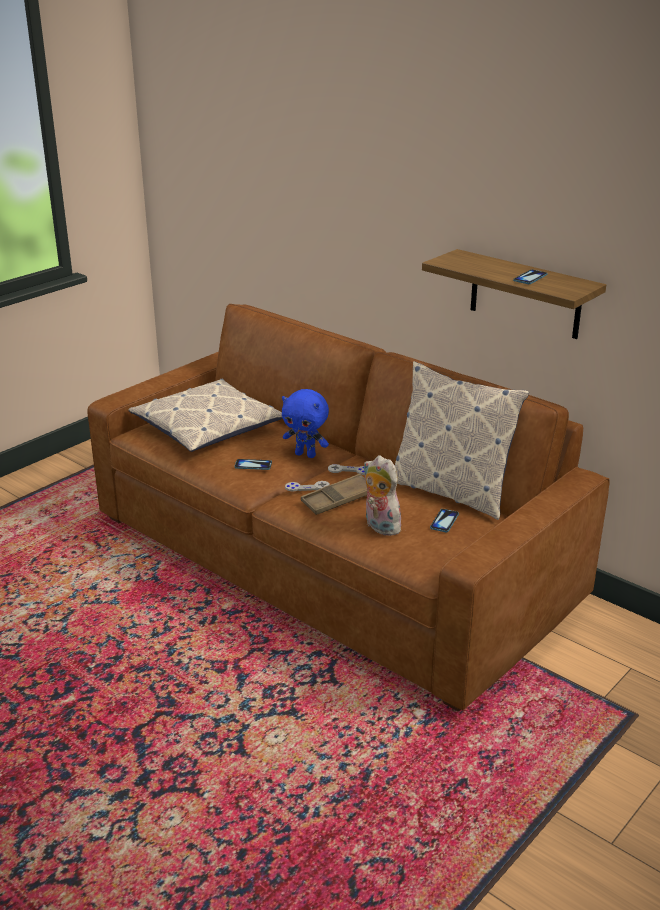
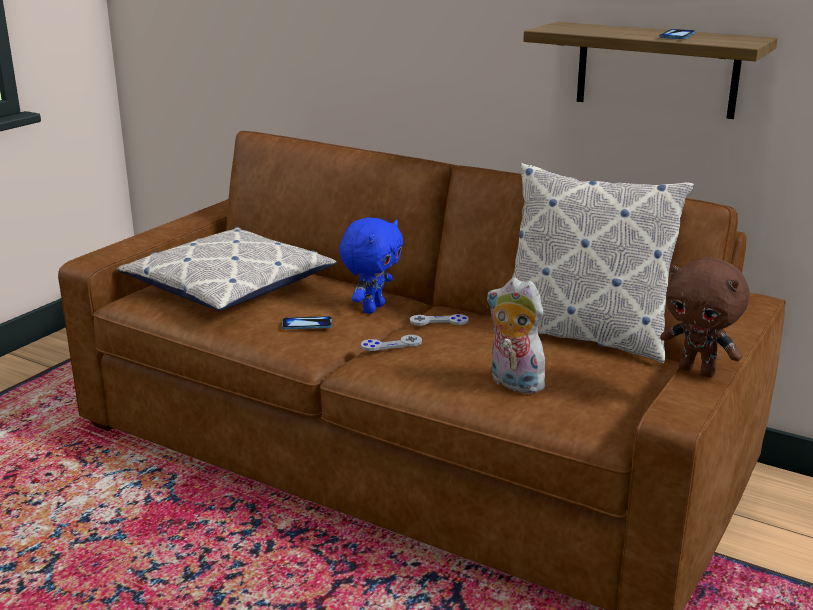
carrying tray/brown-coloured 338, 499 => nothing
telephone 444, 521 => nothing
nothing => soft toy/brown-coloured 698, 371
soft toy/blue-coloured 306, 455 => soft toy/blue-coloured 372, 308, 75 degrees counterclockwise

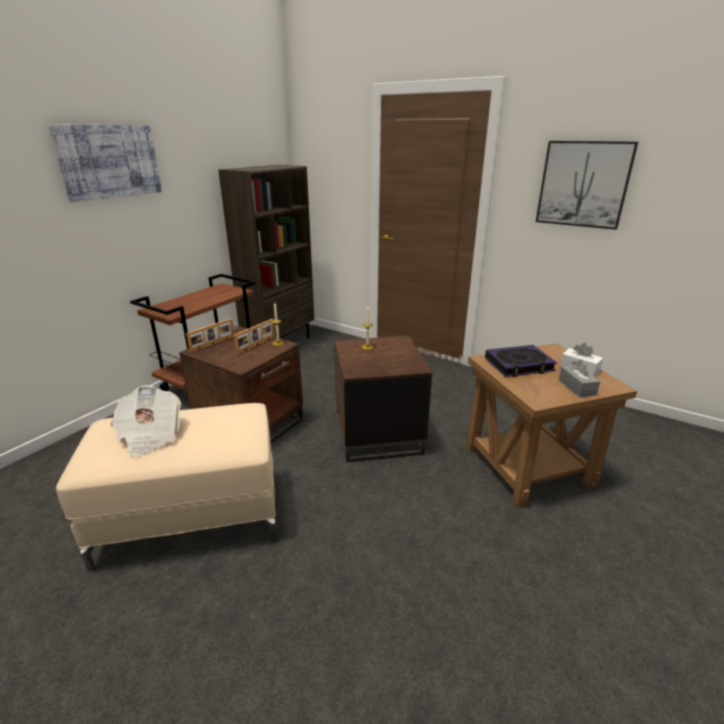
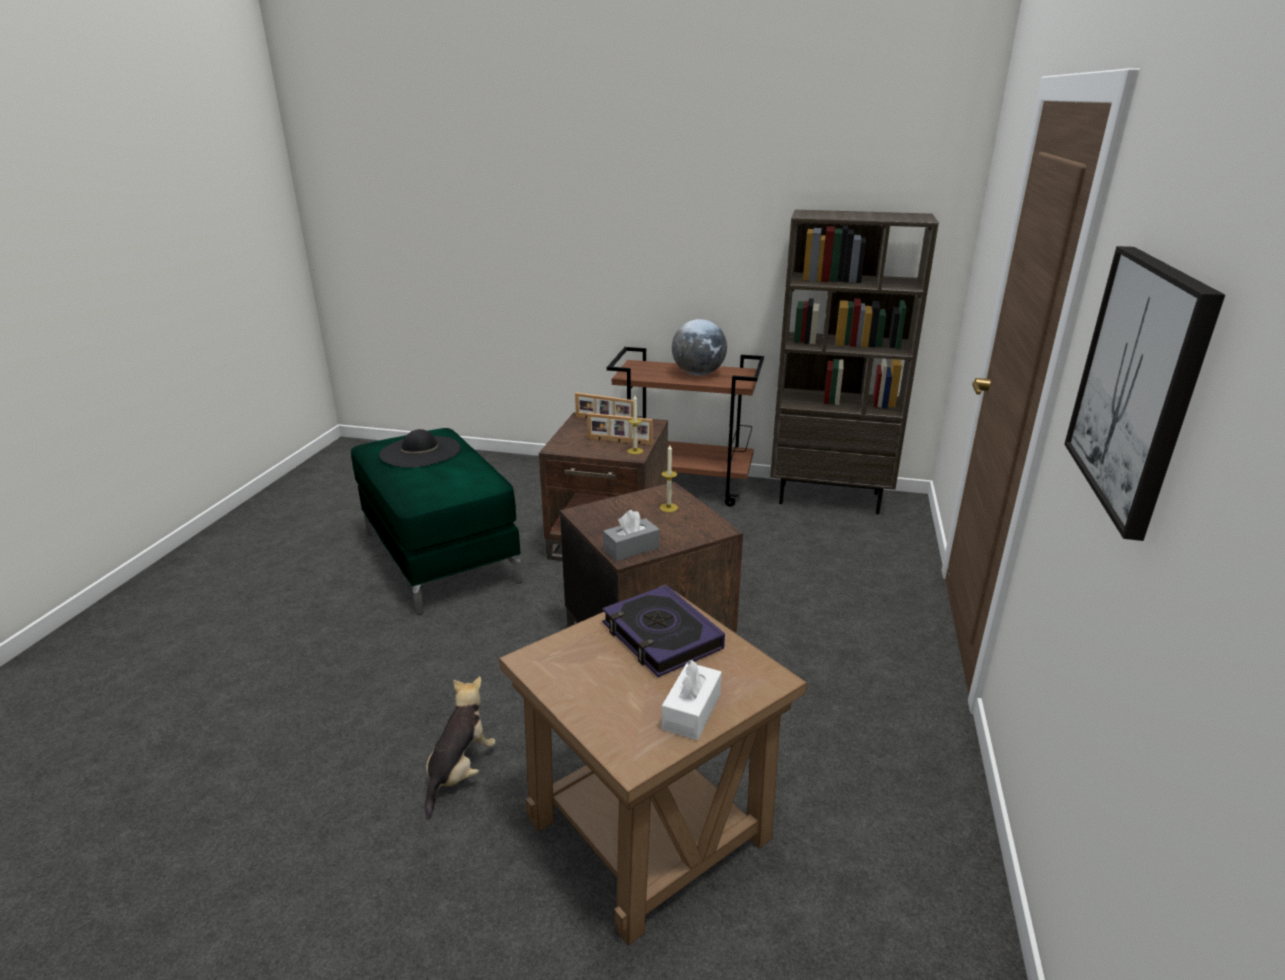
picture 109, 161 => nothing
nothing => soft toy 460, 771
nothing => globe 698, 373
tissue box/greyish 577, 387 => tissue box/greyish 631, 548, shifted
printed paper 150, 435 => clothing hat/black-coloured 420, 451
pouffe/beige-coloured 190, 517 => pouffe/greenish 439, 556

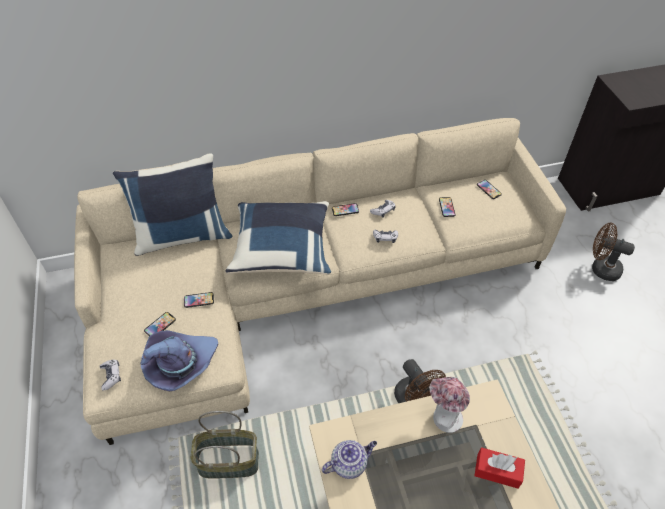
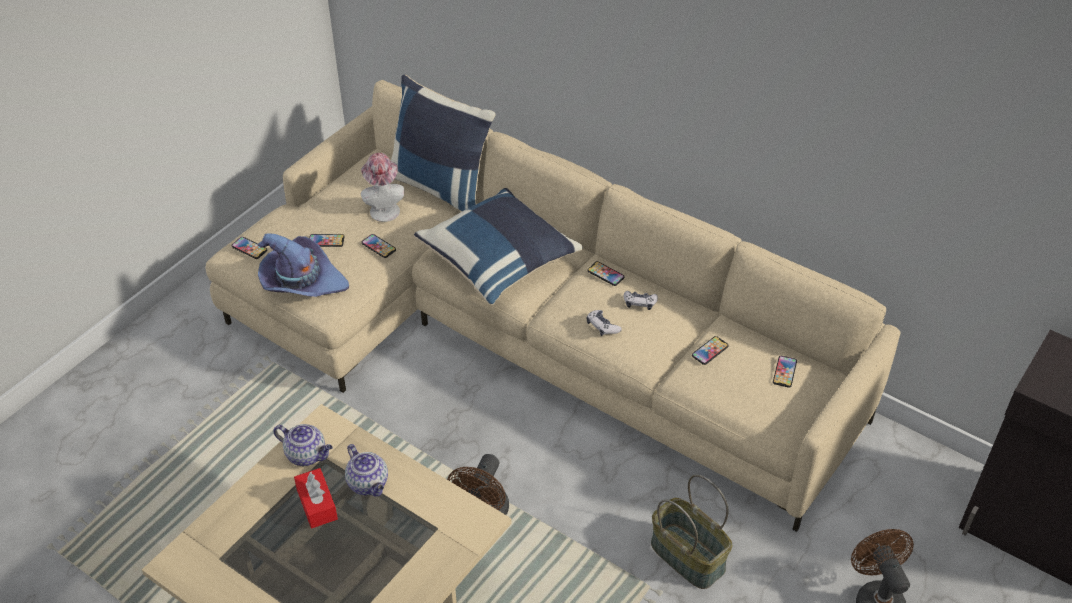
nothing => tea pot 369, 484
basket 229, 461 => basket 689, 556, shifted
clothing hat 443, 416 => clothing hat 384, 209, shifted
tissue box/reddish 497, 471 => tissue box/reddish 317, 504, shifted
game controller 111, 376 => telephone 249, 248

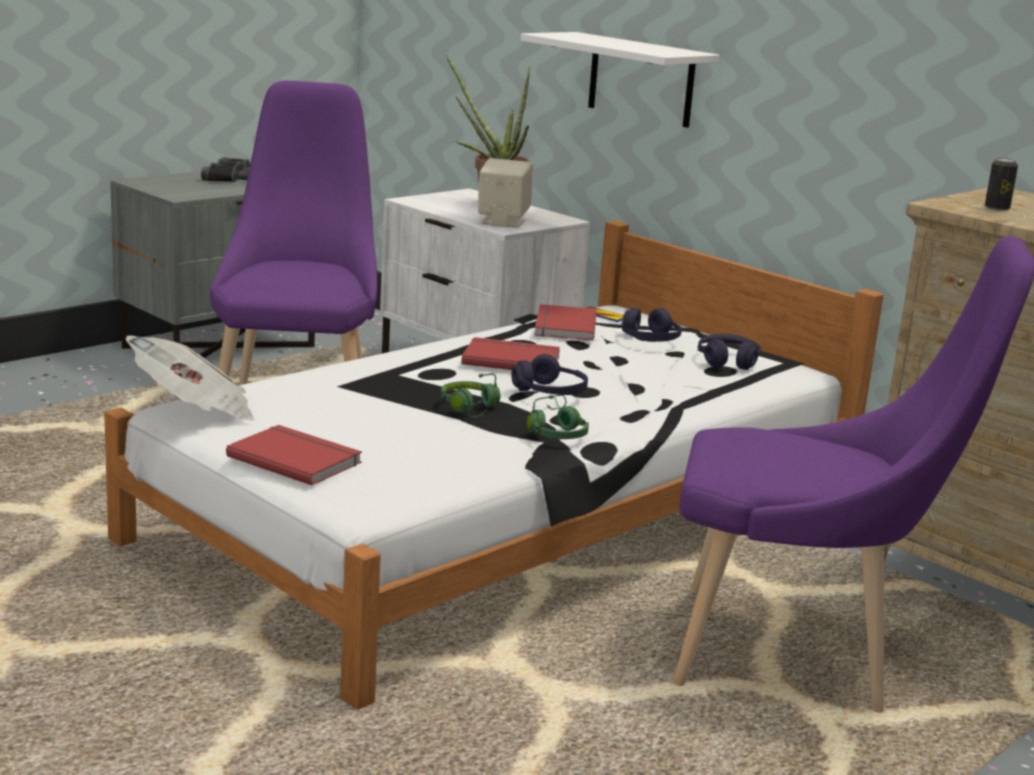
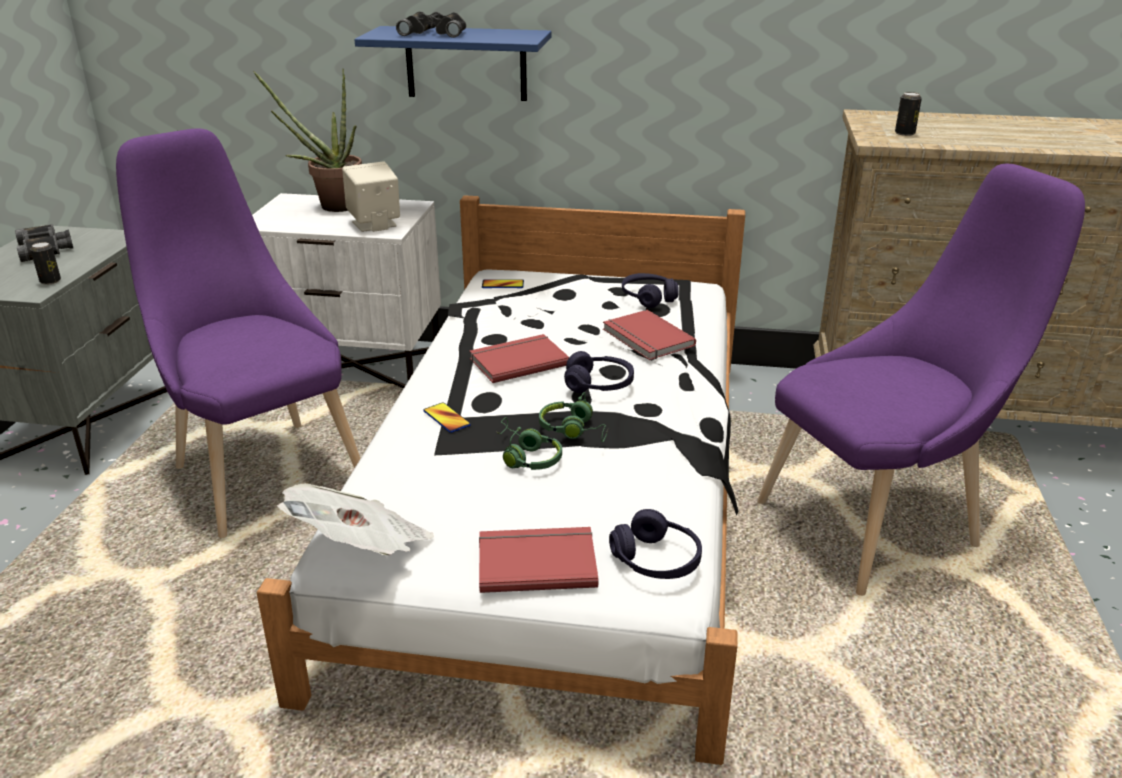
nothing => can 50, 281
nothing => pair of binoculars/black-coloured 434, 33
nothing => telephone 446, 418
headphones/greenish 556, 431 => headphones/greenish 526, 456, shifted
bound book/reddish 562, 326 => bound book/reddish 646, 338, shifted
headphones/purplish 649, 339 => headphones/purplish 656, 560, shifted
bracket shelf/white-coloured 641, 80 => bracket shelf/blue-coloured 466, 63

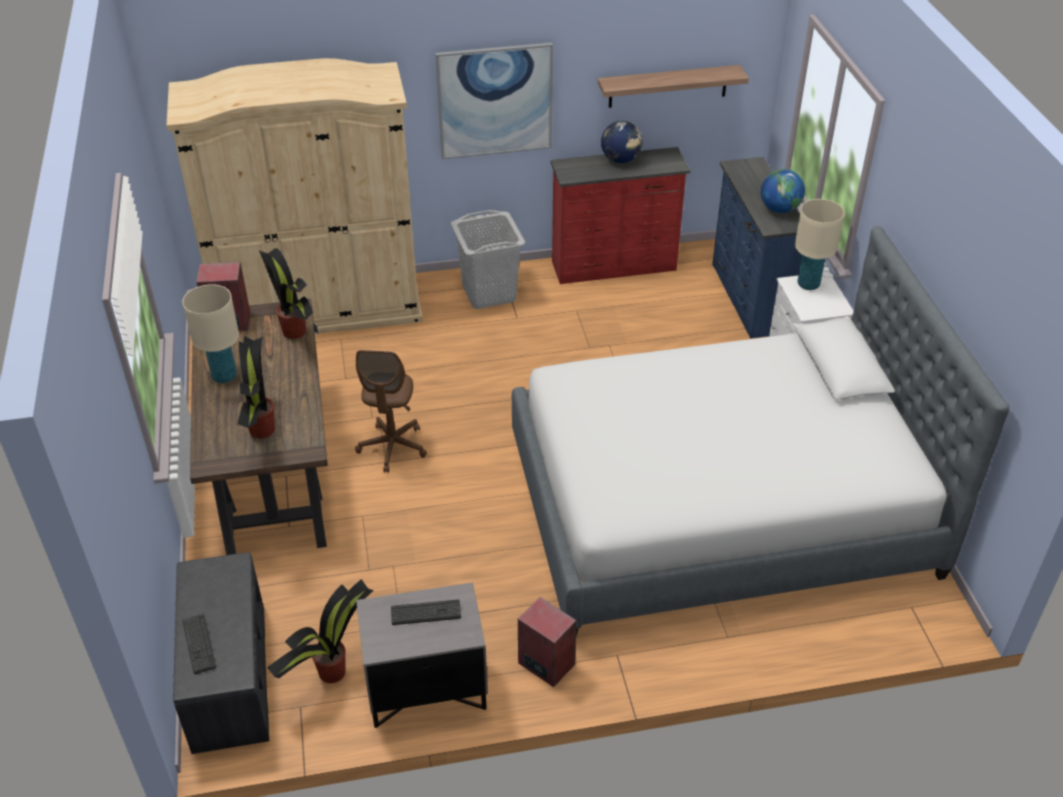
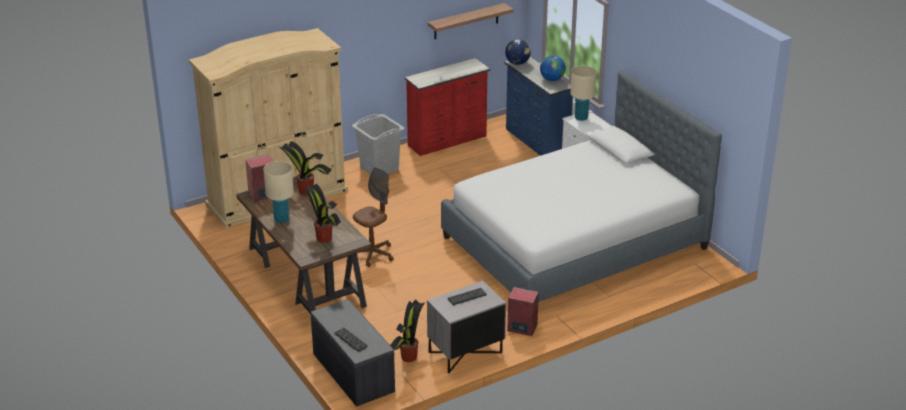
picture 495, 101 => nothing
globe 621, 160 => globe 517, 63, shifted
desk chair/brown-coloured 392, 447 => desk chair/brown-coloured 373, 254, 120 degrees counterclockwise

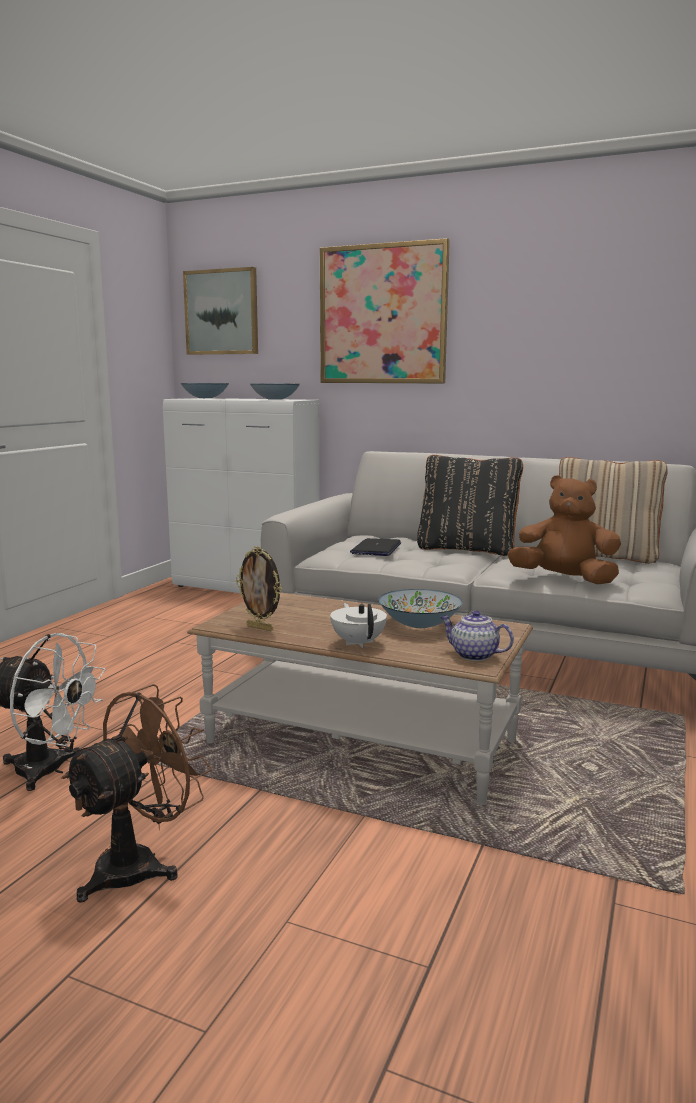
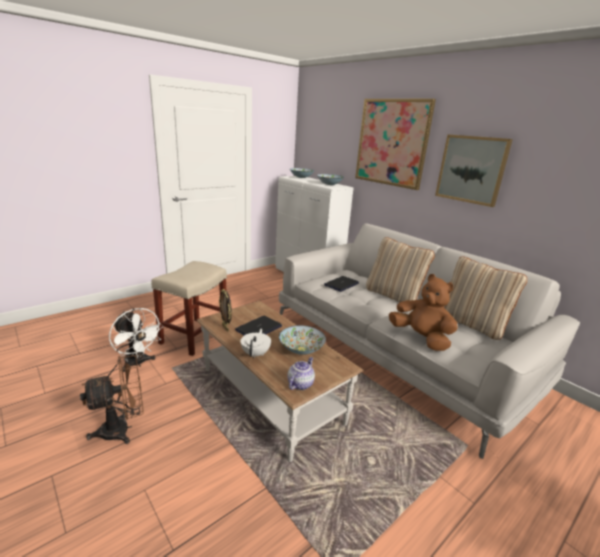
nothing => stool/beige-coloured 194, 336
nothing => notebook computer 258, 328
picture 222, 312 => picture 471, 169, shifted
throw pillow/black-coloured 467, 549 => throw pillow/beige-coloured 393, 296
tea pot 473, 655 => tea pot 300, 383, 60 degrees clockwise

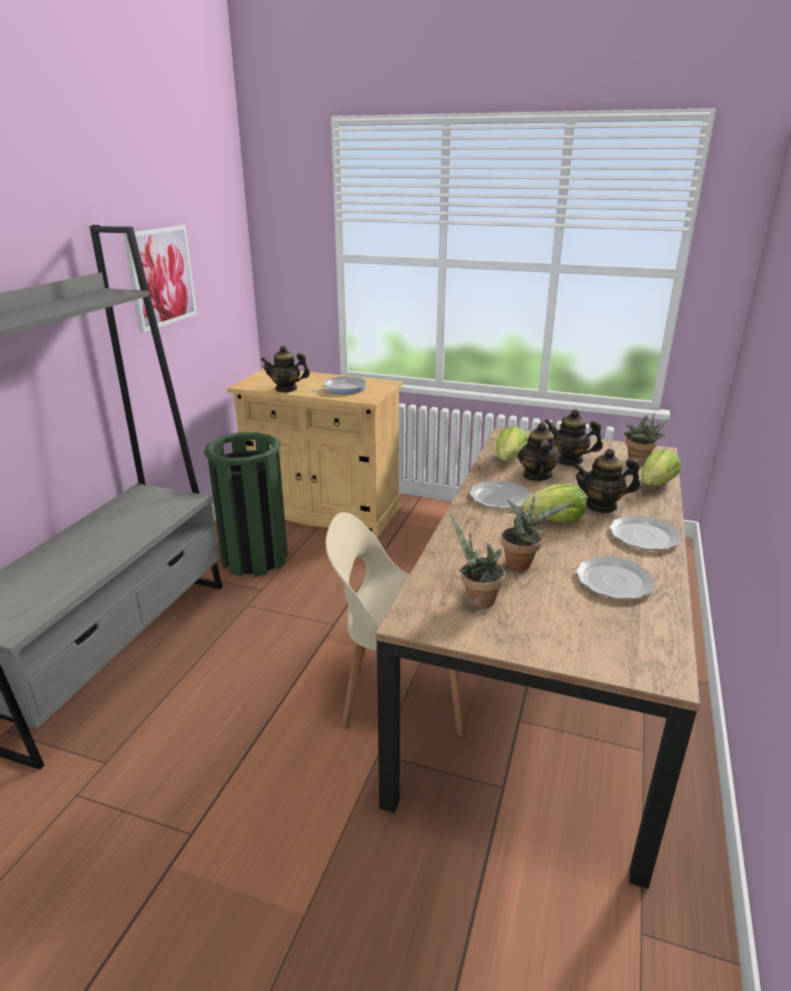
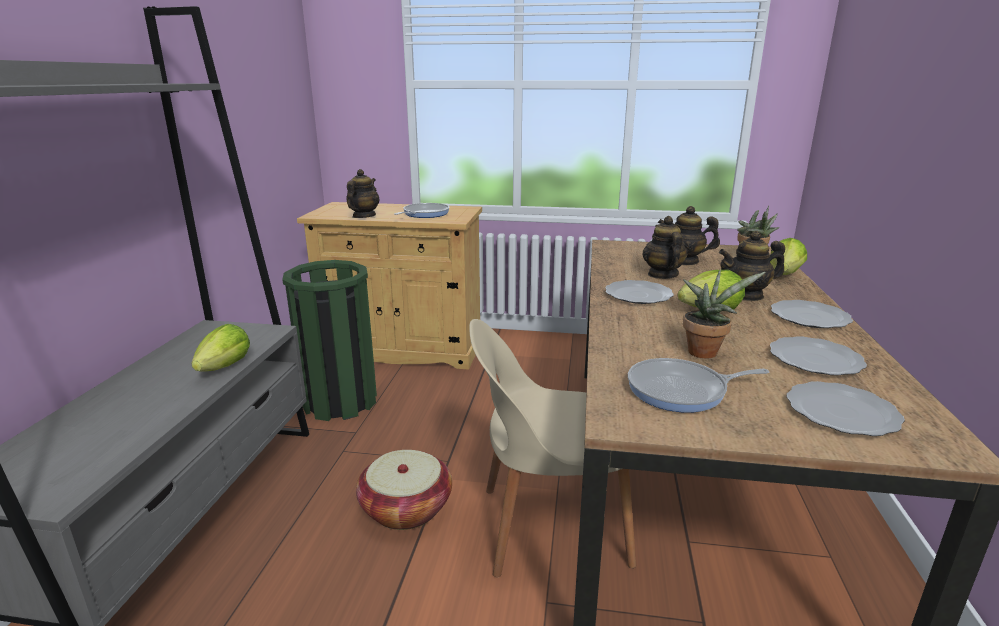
picture 161, 277 => nothing
nothing => basket 406, 508
nothing => dinner plate 842, 411
lettuce 509, 459 => lettuce 225, 367, shifted
plant in a pot 476, 599 => frying pan 682, 391
tea pot 286, 389 => tea pot 363, 216, 120 degrees clockwise

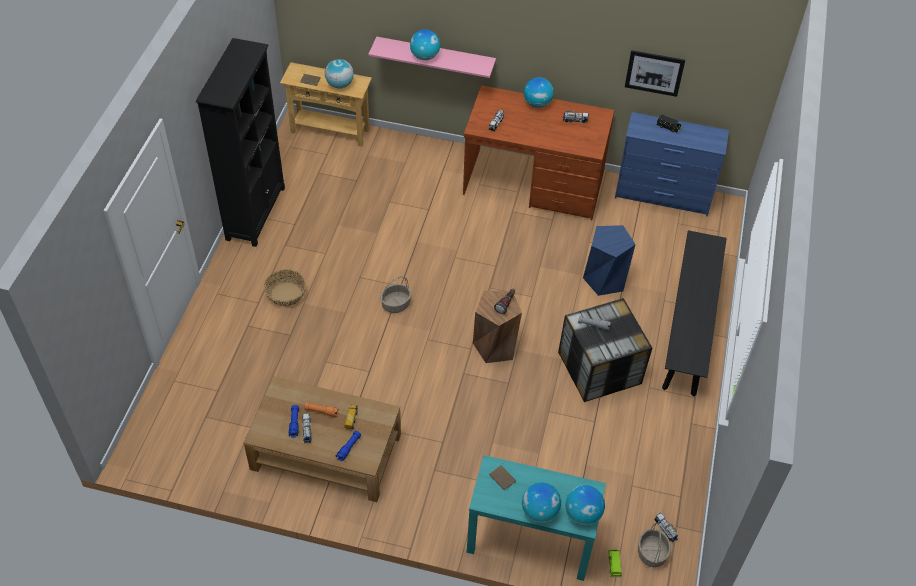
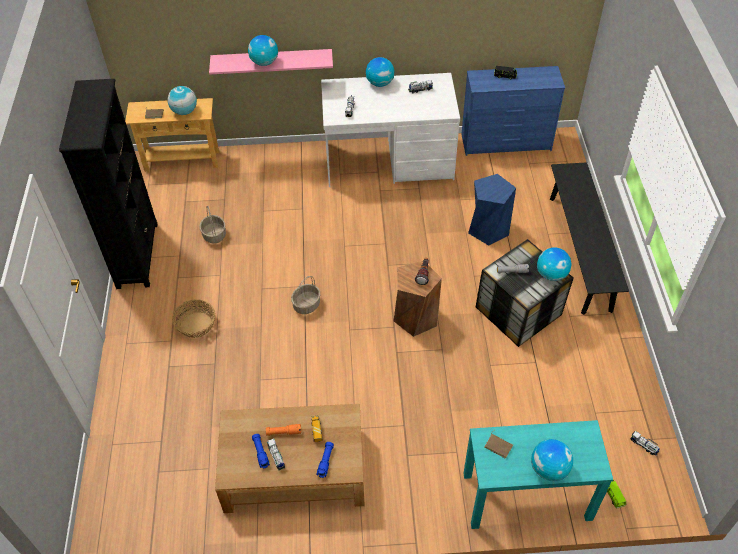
picture 654, 73 => nothing
globe 583, 514 => globe 551, 274, shifted
basket 651, 553 => basket 214, 235, shifted
desk table/brown-coloured 534, 184 => desk table/white-coloured 389, 161

